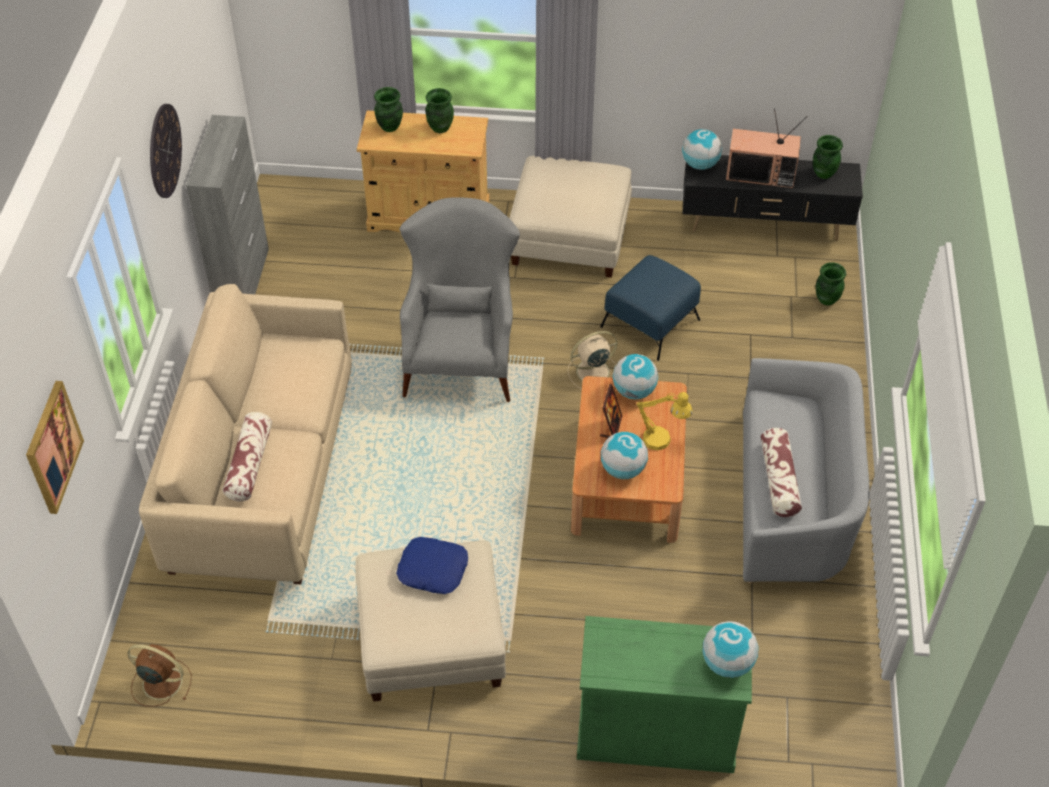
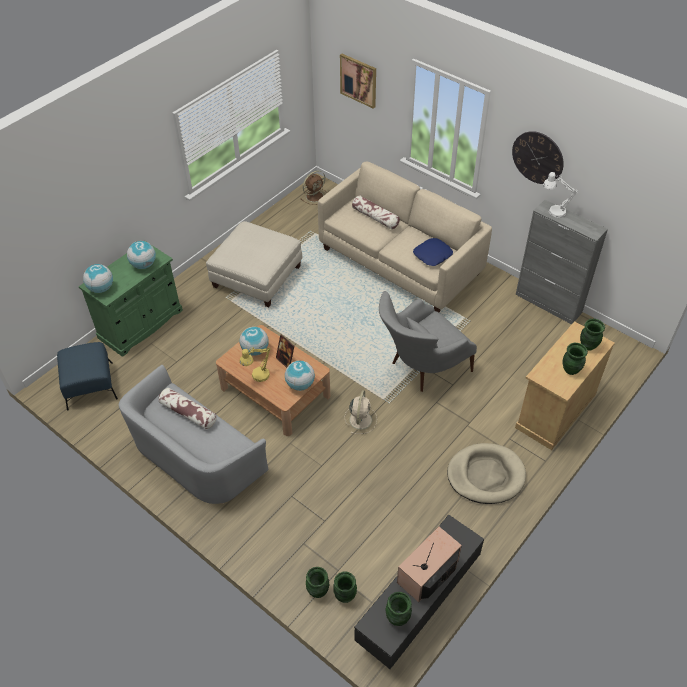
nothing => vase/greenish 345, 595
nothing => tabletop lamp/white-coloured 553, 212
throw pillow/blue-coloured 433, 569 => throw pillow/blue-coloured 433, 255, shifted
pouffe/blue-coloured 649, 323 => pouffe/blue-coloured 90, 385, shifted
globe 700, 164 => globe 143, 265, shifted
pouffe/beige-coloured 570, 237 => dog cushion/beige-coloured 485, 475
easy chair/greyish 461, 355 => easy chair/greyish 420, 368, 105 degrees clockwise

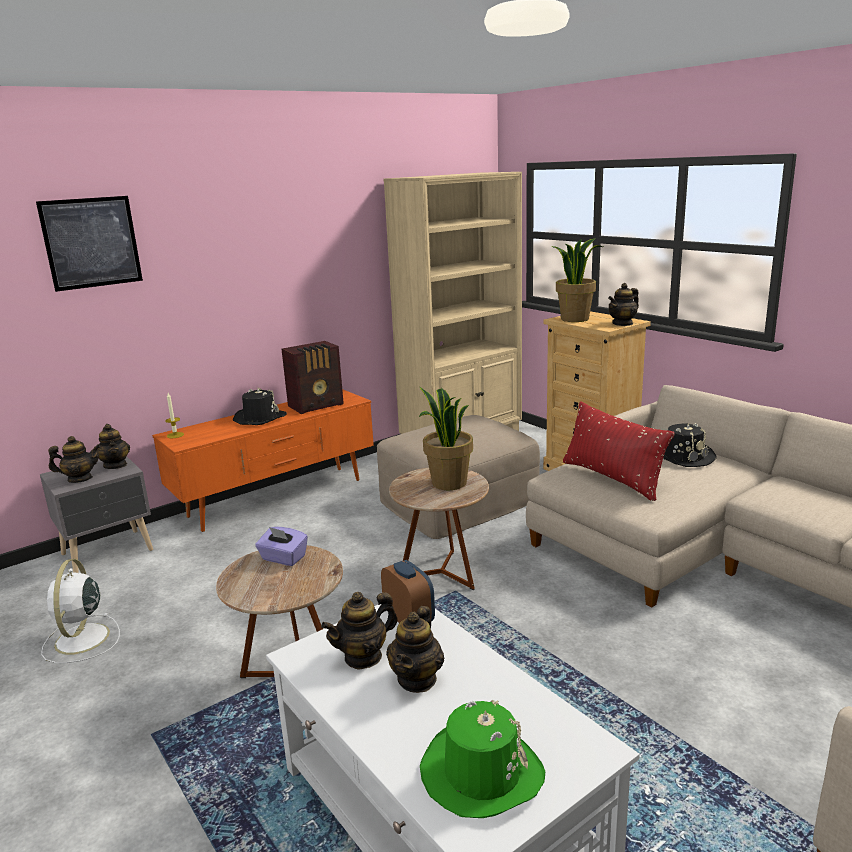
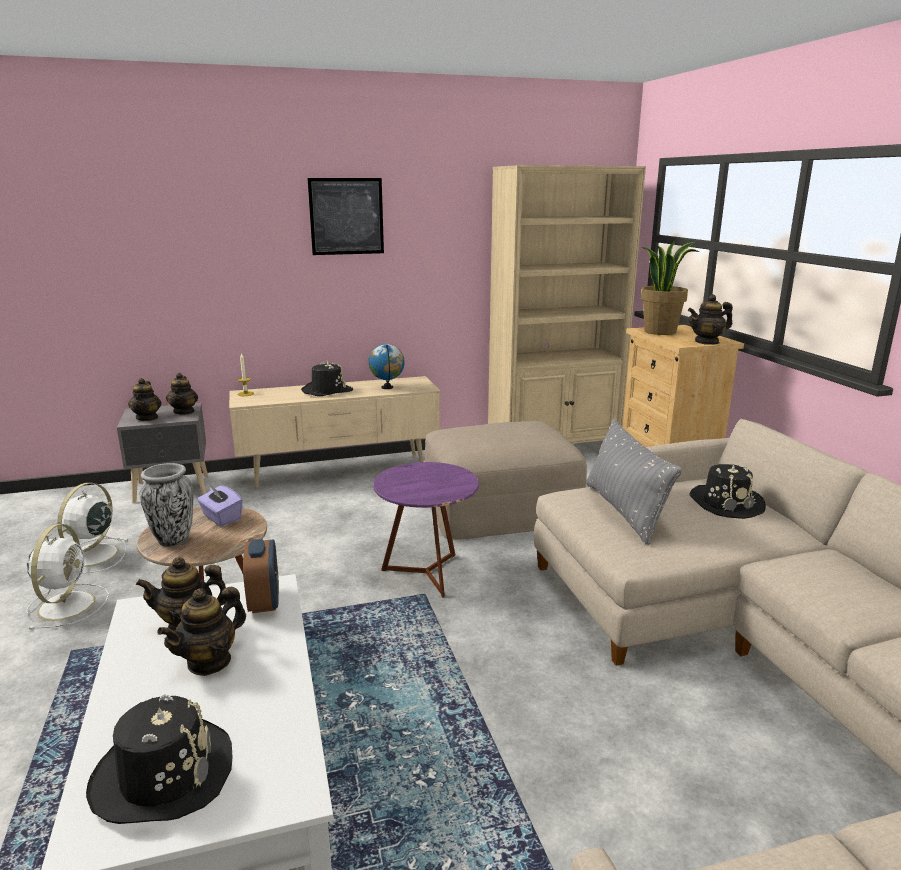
plant in a pot 448, 483 => nothing
nothing => cooling fan/white-coloured 68, 604
nothing => vase 173, 540
picture 91, 243 => picture 346, 216, shifted
radio set 317, 405 => globe 387, 387
tv unit/orange-coloured 277, 498 => tv unit/beige-coloured 339, 471
side table/brown-coloured 442, 573 => side table/purplish 427, 573
clothing hat/greenish 481, 772 => clothing hat/black-coloured 164, 774
throw pillow/reddish 612, 478 => throw pillow/greyish 624, 511
tea pot 80, 479 => tea pot 147, 418, 75 degrees clockwise

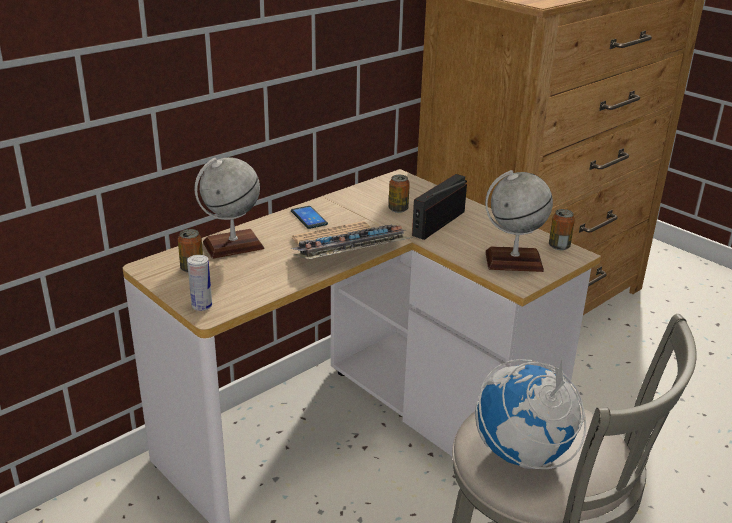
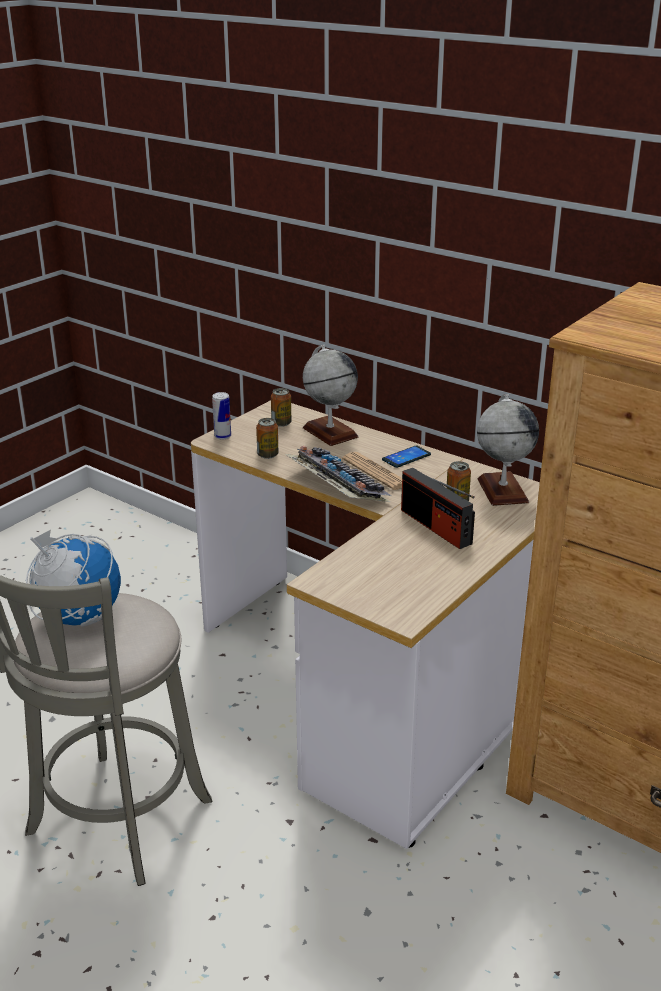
globe 513, 261 => globe 502, 490, shifted
can 559, 246 => can 267, 455, shifted
radio set 438, 223 => radio set 436, 527, 150 degrees counterclockwise

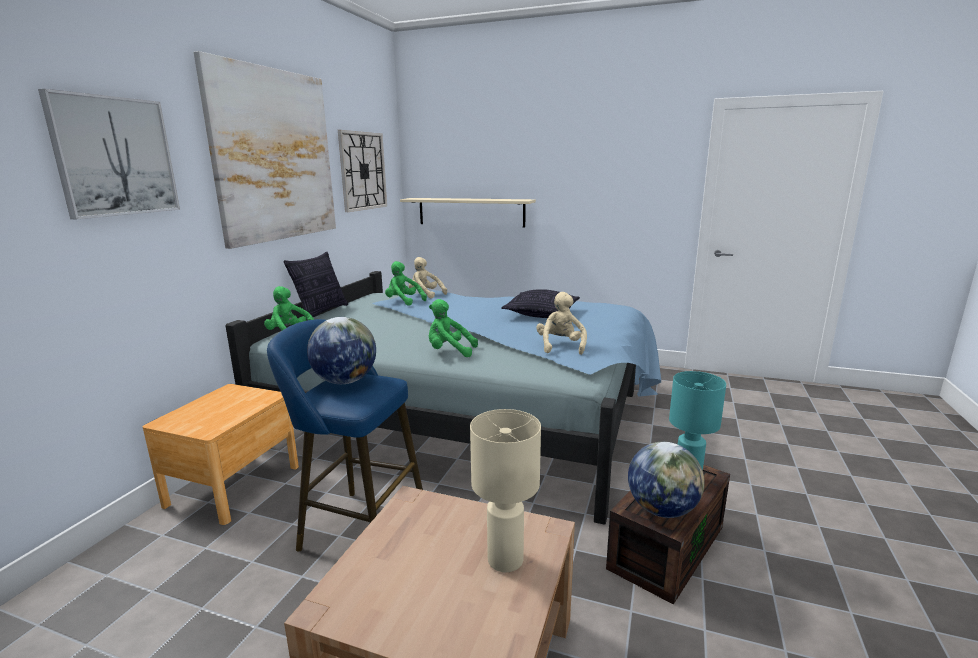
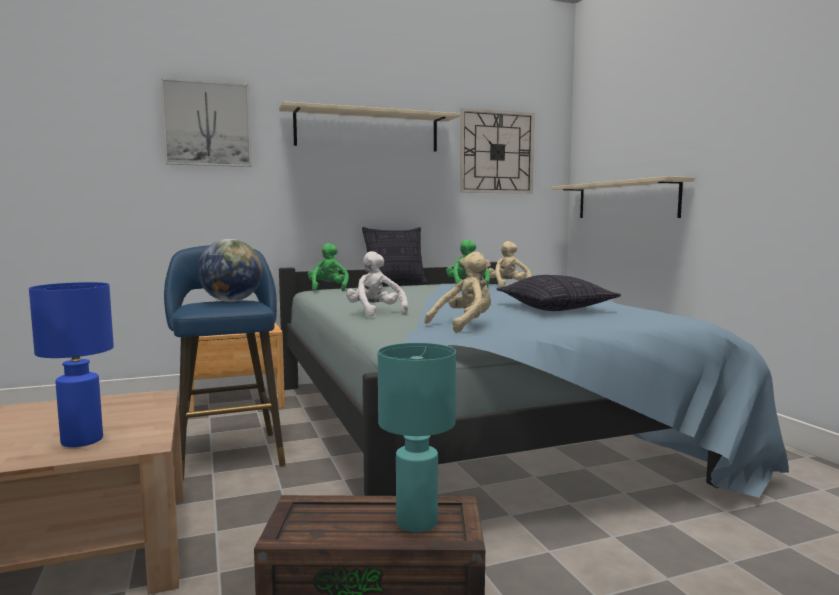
globe 662, 509 => nothing
picture 275, 156 => bracket shelf/beige-coloured 367, 130
soft toy/greenish 449, 352 => soft toy/white-coloured 375, 313
tabletop lamp/beige-coloured 505, 559 => tabletop lamp/blue-coloured 83, 441

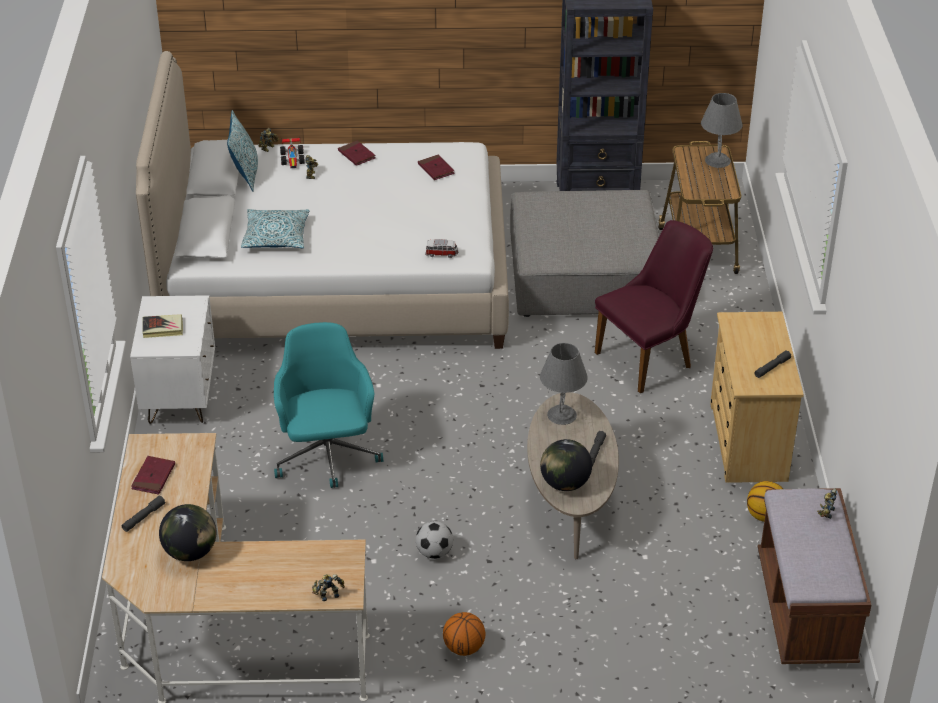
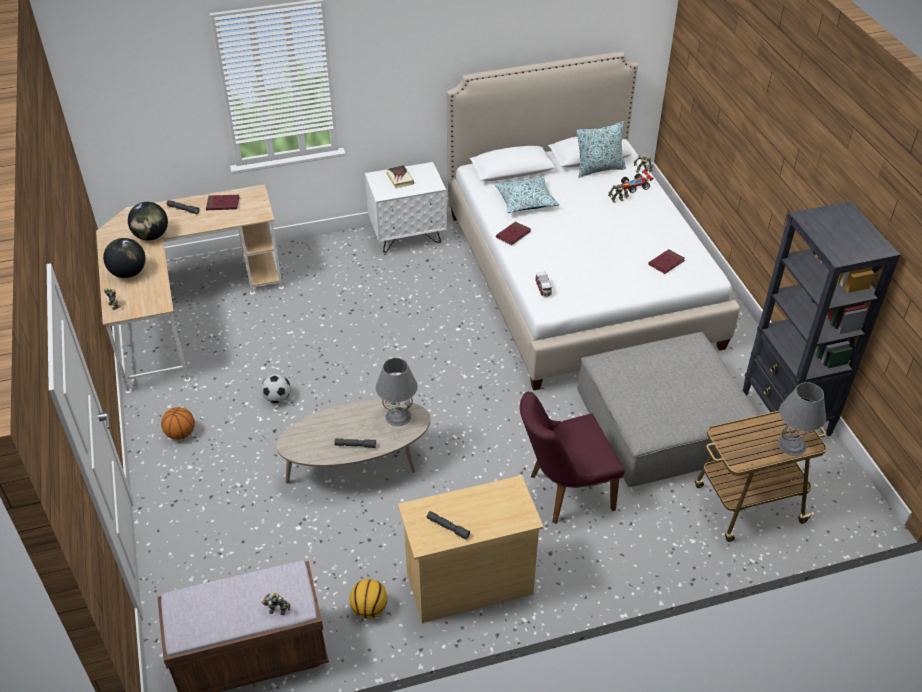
desk chair/turquoise 327, 456 => nothing
bound book/reddish 356, 155 => bound book/reddish 513, 235, shifted
globe 565, 484 => globe 128, 273, shifted
upright chair/purplish 651, 358 => upright chair/purplish 563, 492, 120 degrees clockwise

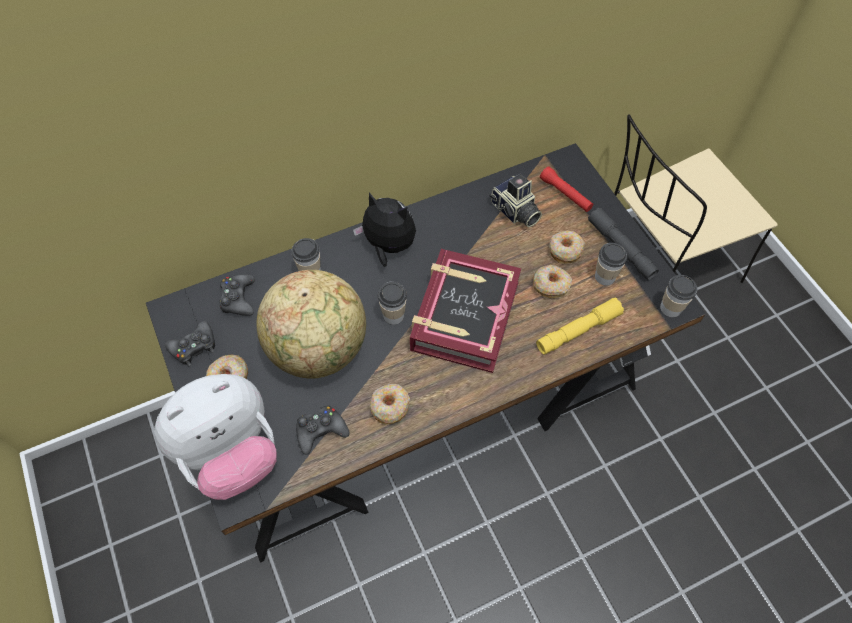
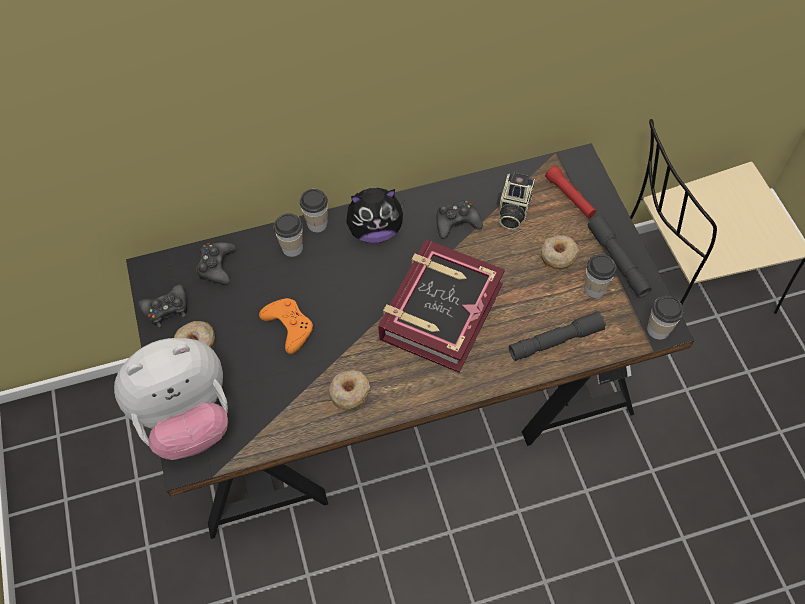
ring doughnut 551, 285 => nothing
game controller/black-coloured 321, 431 => game controller/black-coloured 456, 223, shifted
small cup 393, 315 => small cup 317, 224, shifted
globe 319, 349 => game controller/orange-coloured 288, 326
torch/yellowish 578, 331 => torch/greyish 555, 341
soft toy 388, 246 => soft toy 375, 231, 135 degrees clockwise
still camera 514, 212 => still camera 512, 209, 45 degrees clockwise

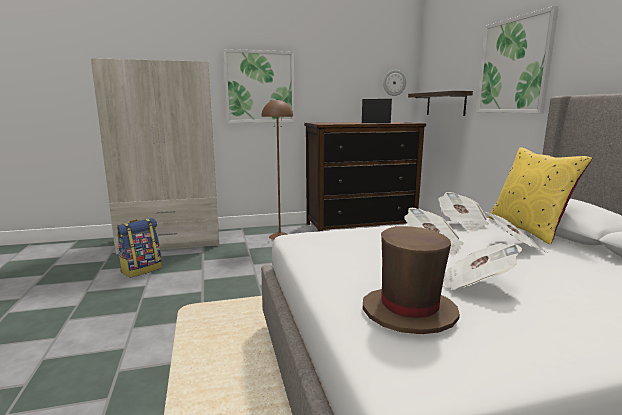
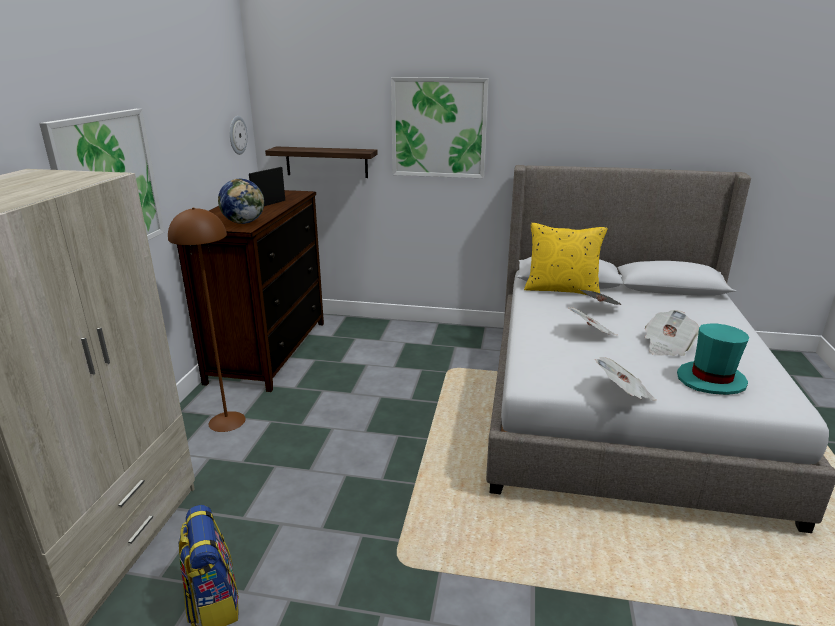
nothing => globe 244, 222
printed paper 462, 224 => printed paper 623, 393, shifted
clothing hat/brown-coloured 408, 312 => clothing hat/turquoise 711, 380

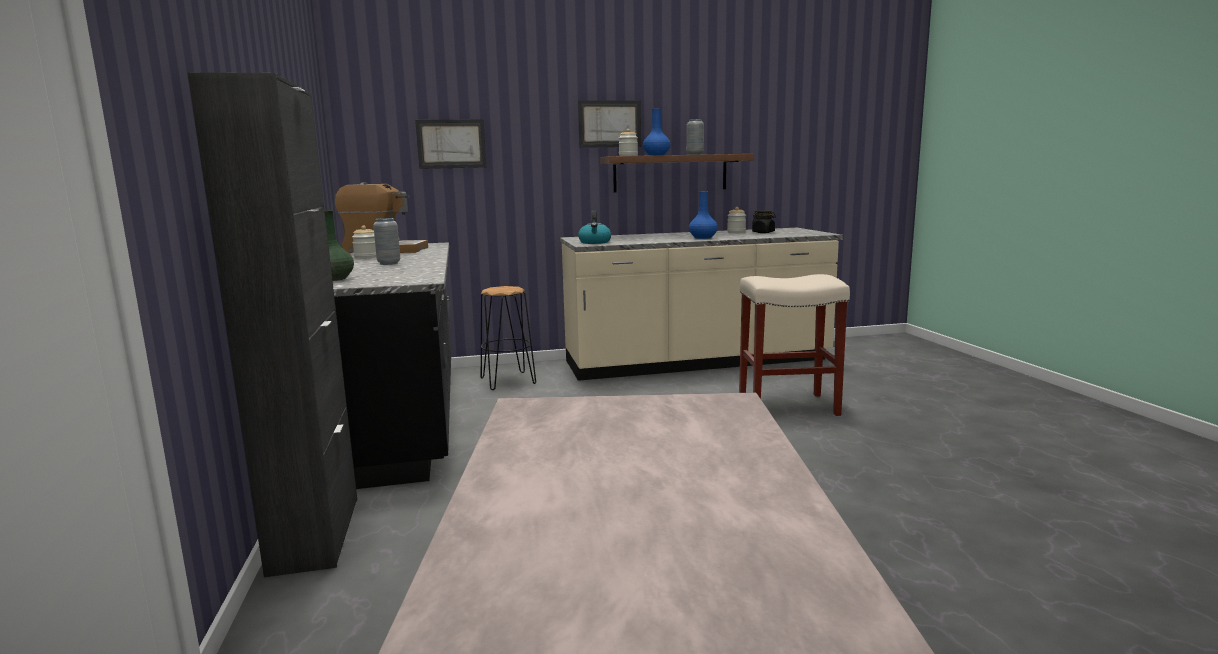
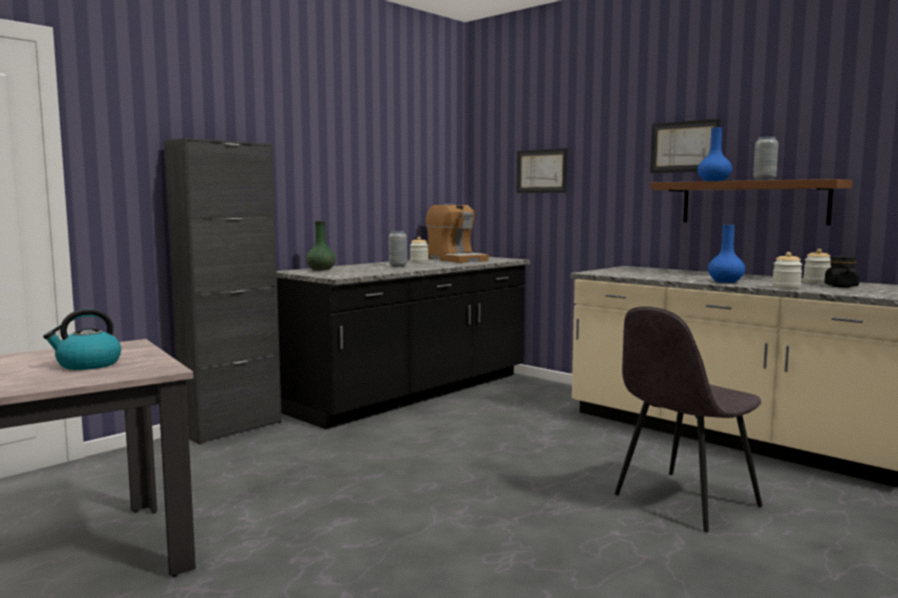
stool/black-coloured 508, 381 => nothing
tea kettle 595, 242 => tea kettle 88, 364, shifted
preserve jar 628, 155 => preserve jar 786, 287, shifted
stool/beige-coloured 786, 406 => upright chair/greyish 684, 501

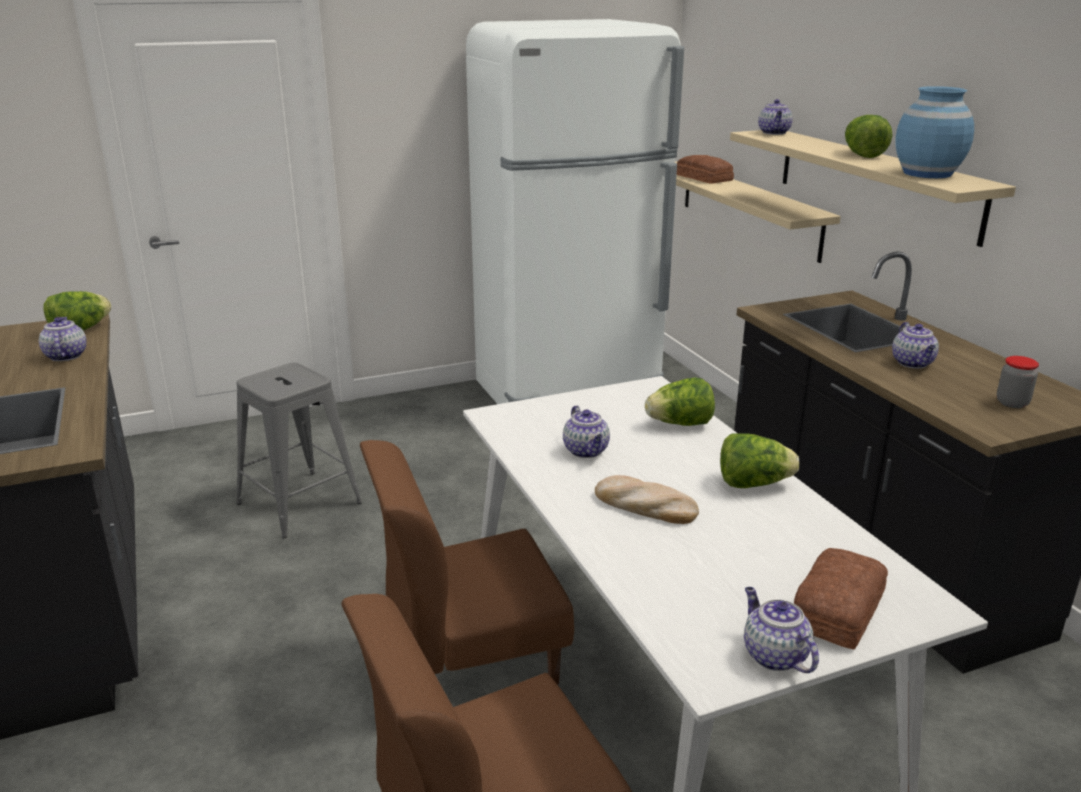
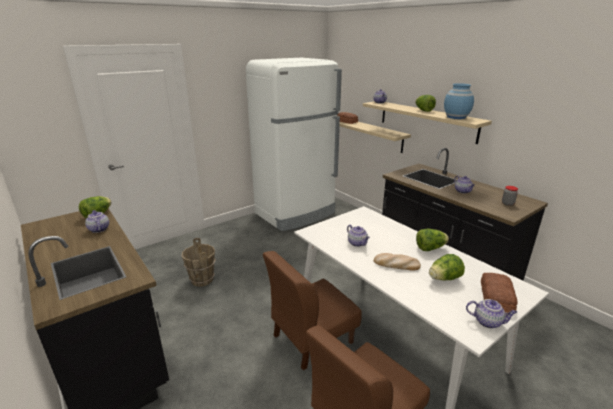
lettuce 680, 424 => lettuce 444, 278, shifted
stool/greyish 299, 503 => pail/brown-coloured 202, 280
tea pot 773, 655 => tea pot 488, 322, 150 degrees clockwise

